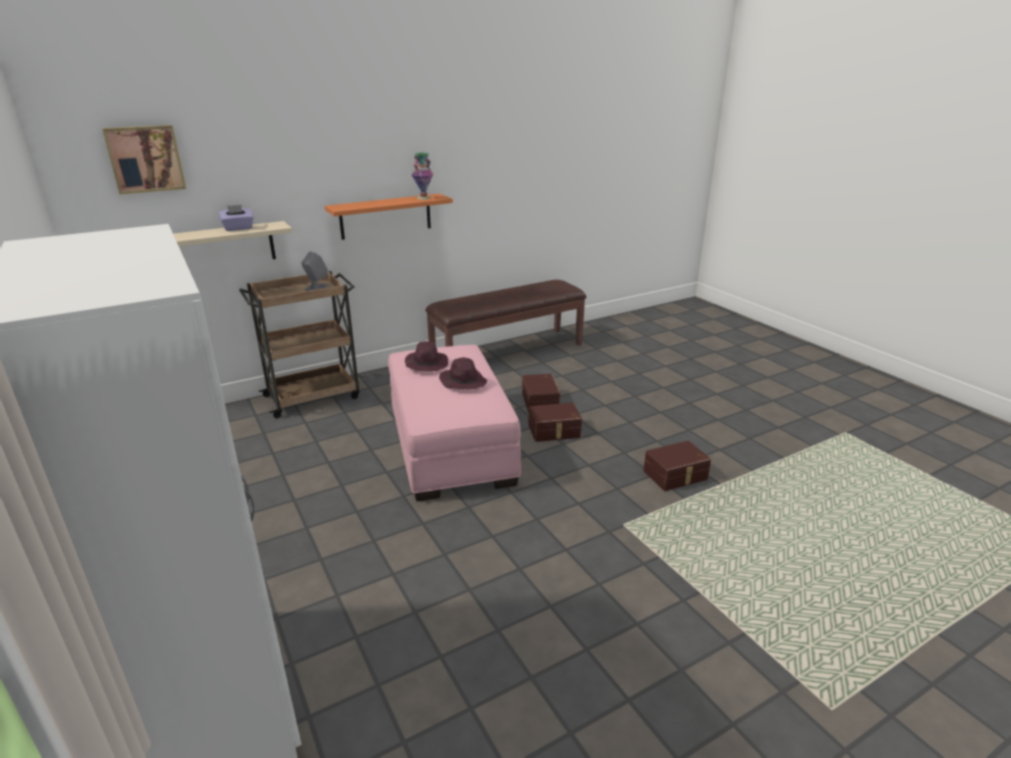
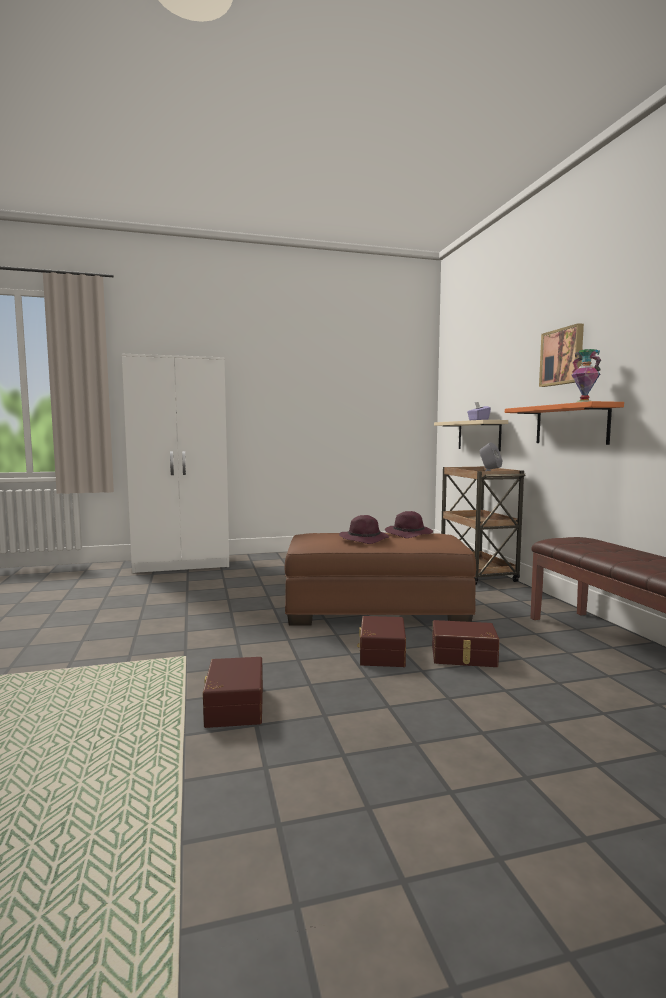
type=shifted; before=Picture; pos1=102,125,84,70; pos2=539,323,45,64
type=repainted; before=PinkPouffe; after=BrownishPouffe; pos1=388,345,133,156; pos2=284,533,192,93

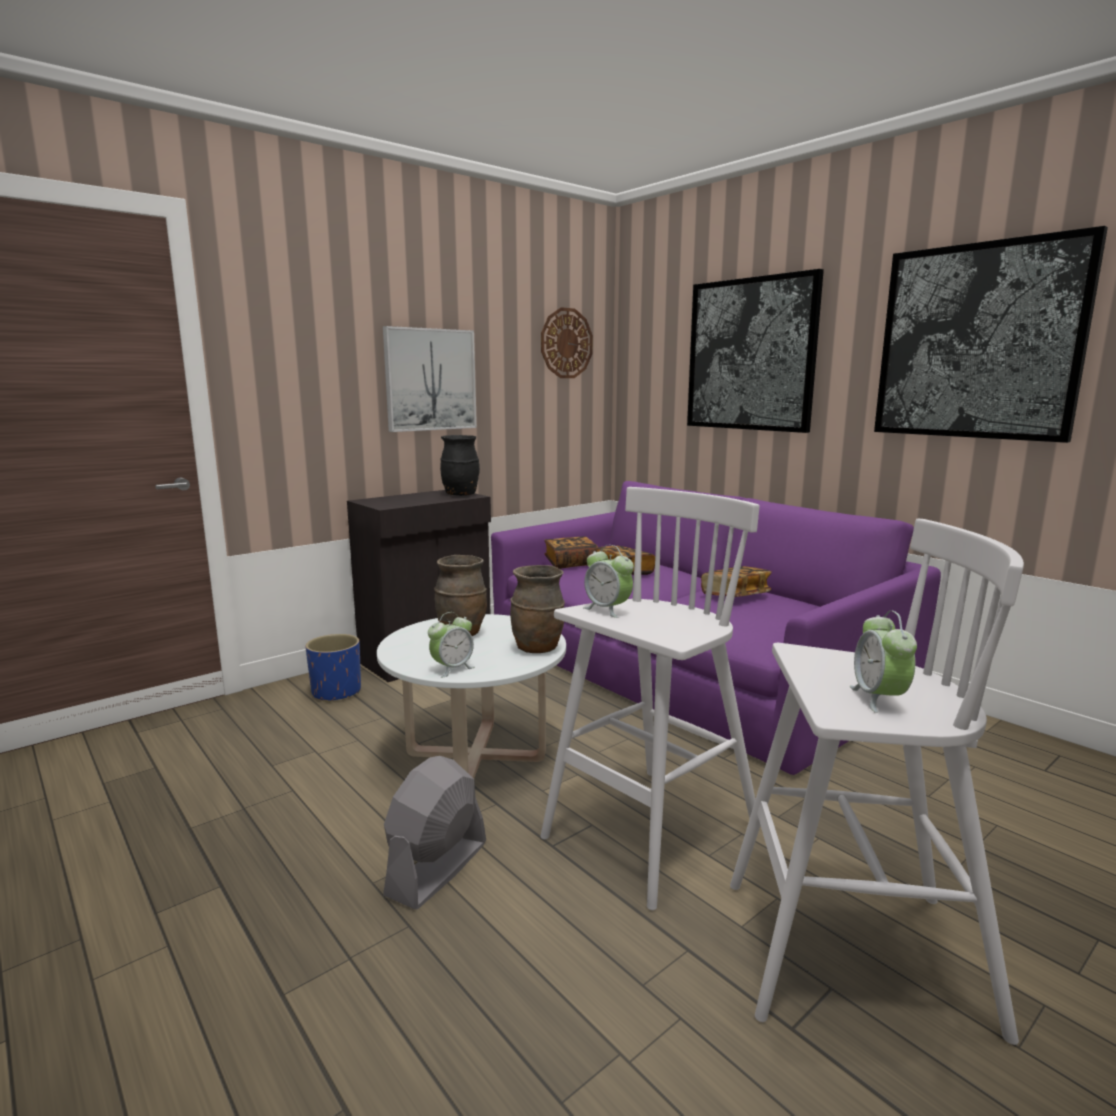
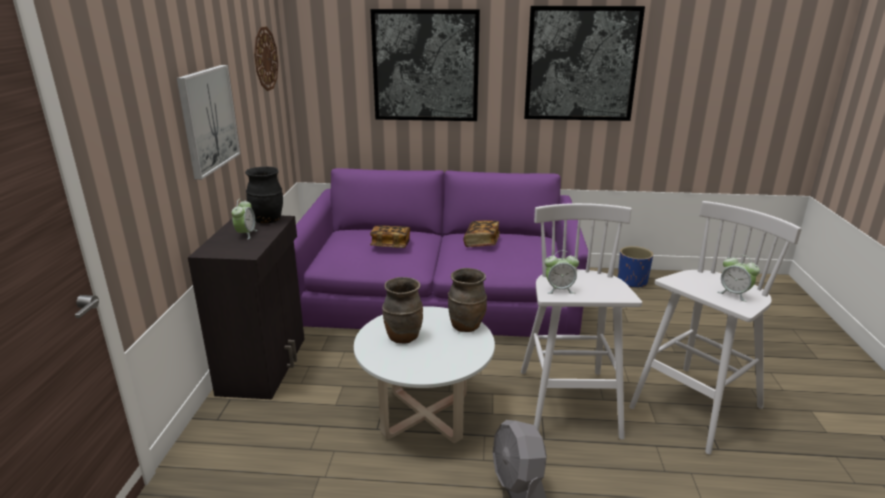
type=shifted; before=BlueColouredPlanter; pos1=305,634,56,69; pos2=618,246,35,41
type=shifted; before=BedsideClock; pos1=428,612,47,66; pos2=232,199,25,41
type=gone; before=Book; pos1=544,536,54,33

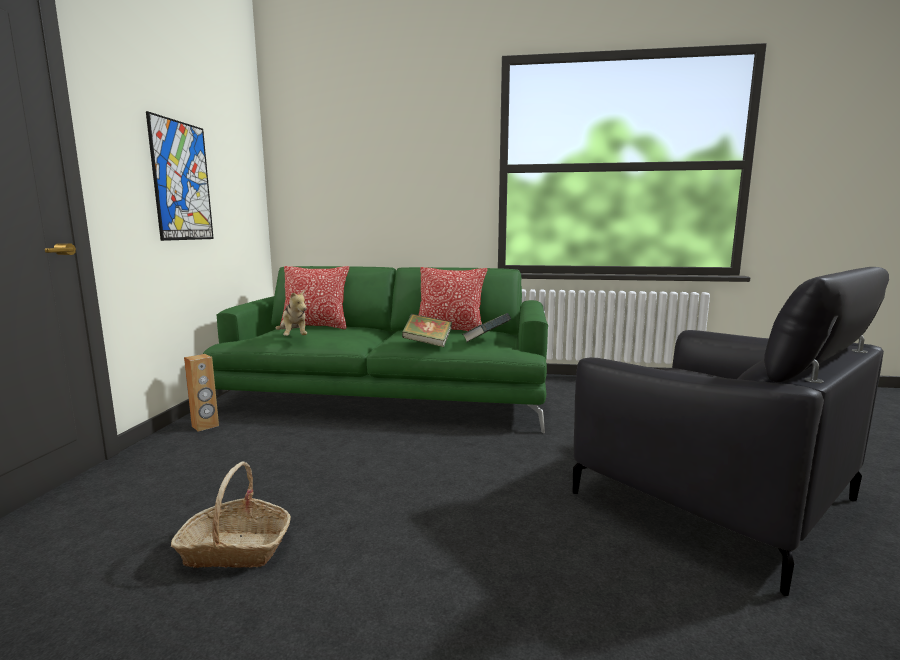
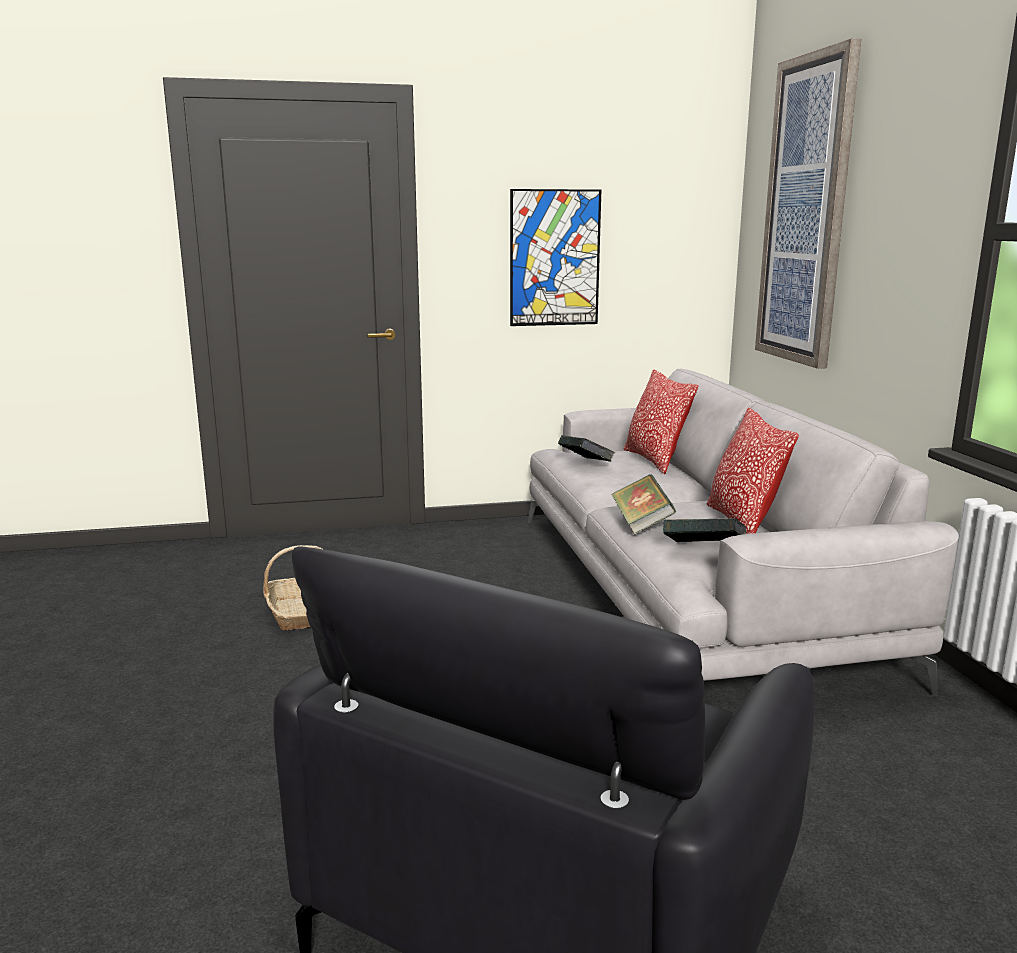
type=gone; before=BrownishLoudspeaker; pos1=184,354,35,78
type=repainted; before=GreenishSettee; after=GreyishSettee; pos1=203,266,345,167; pos2=528,369,431,328
type=swapped; before=PlushToy; after=Book; pos1=276,289,31,47; pos2=558,435,57,27
type=new; after=Picture; pos2=755,38,106,331

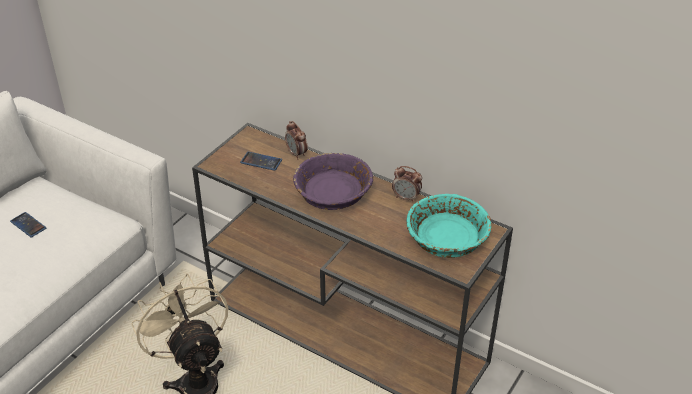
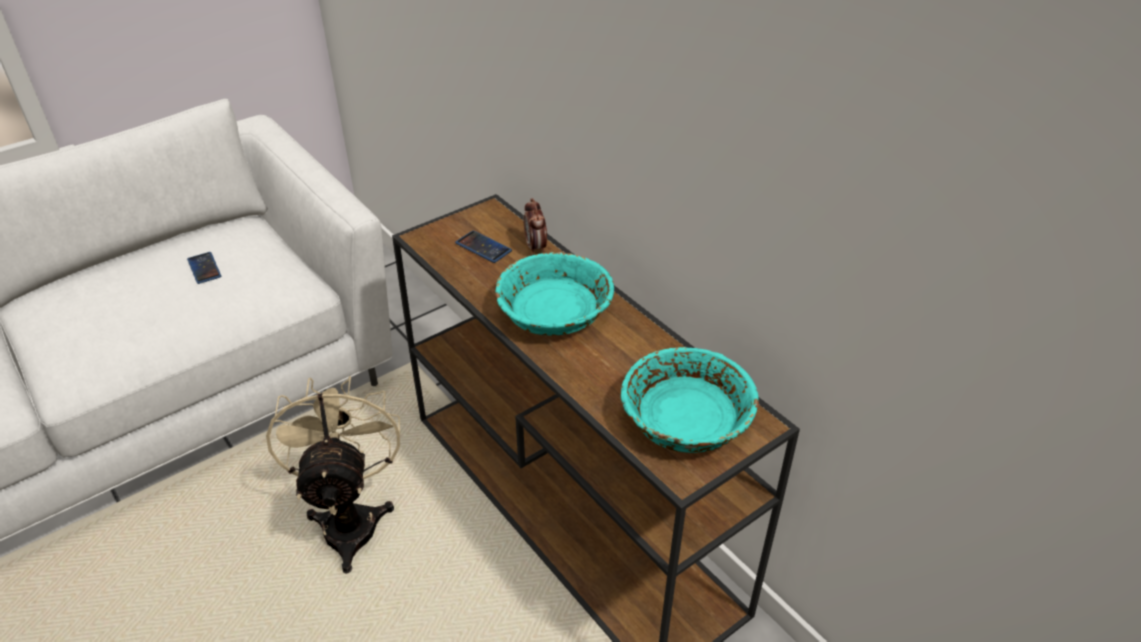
type=repainted; before=PurplishBowl; after=TurquoiseBowl; pos1=293,153,80,57; pos2=495,252,119,84
type=gone; before=BedsideClock; pos1=392,166,30,36

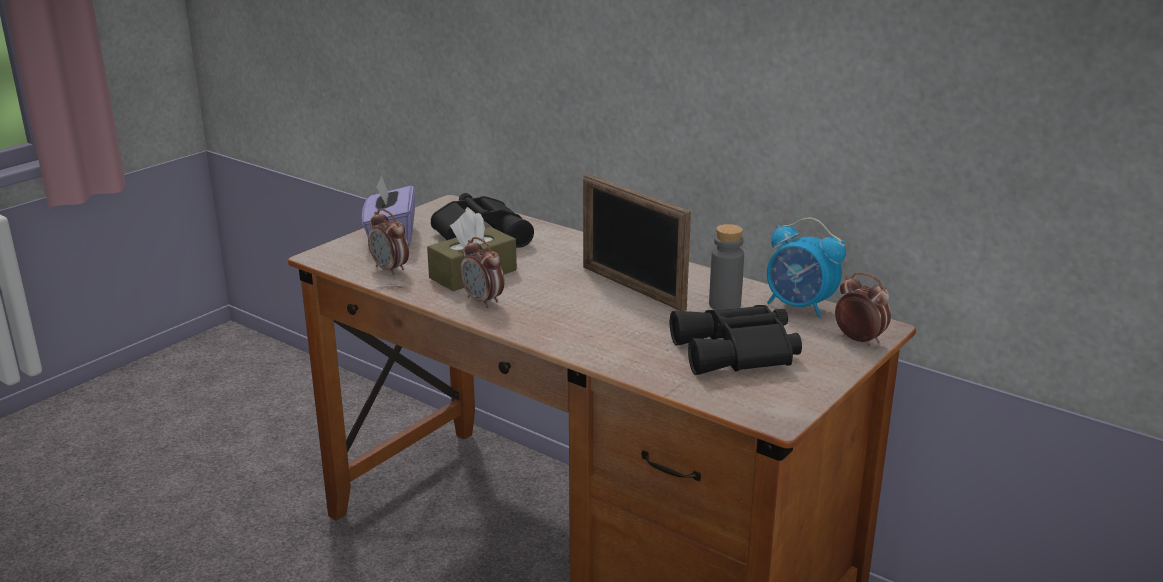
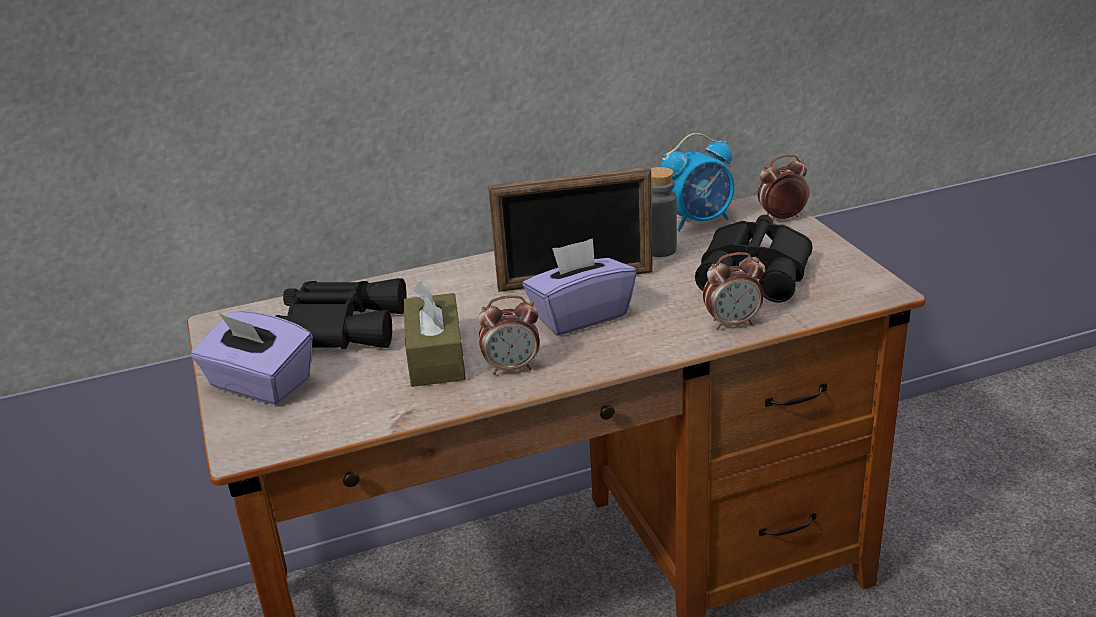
type=shifted; before=BedsideClock; pos1=368,209,41,66; pos2=703,252,61,78
type=new; after=PurplishBoxOfTissues; pos2=523,238,114,98

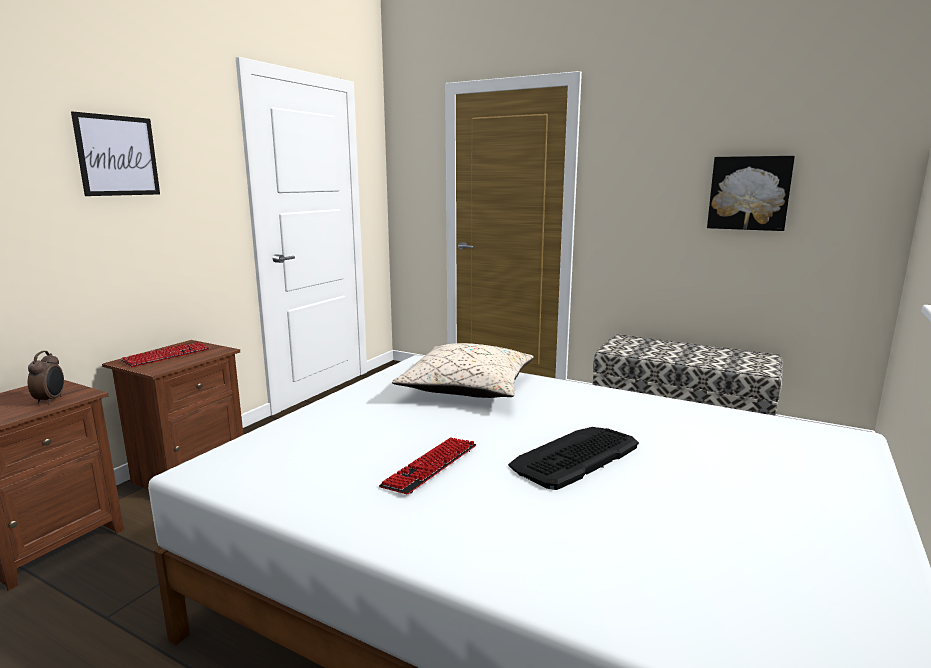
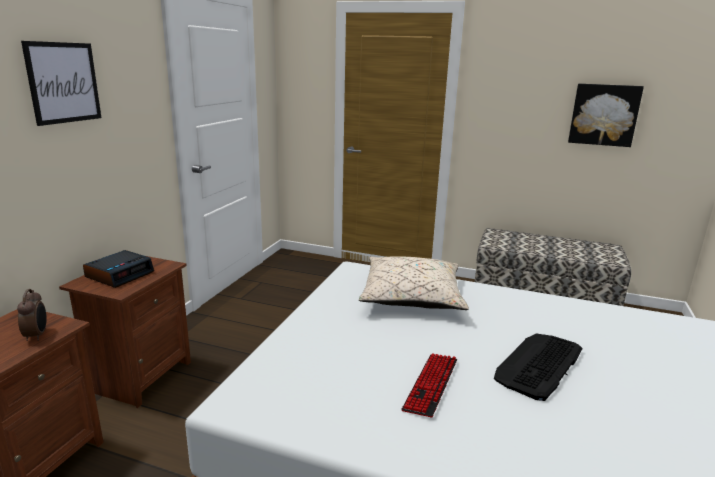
type=swapped; before=ComputerKeyboard; after=BedsideClock; pos1=121,342,88,25; pos2=83,250,71,38

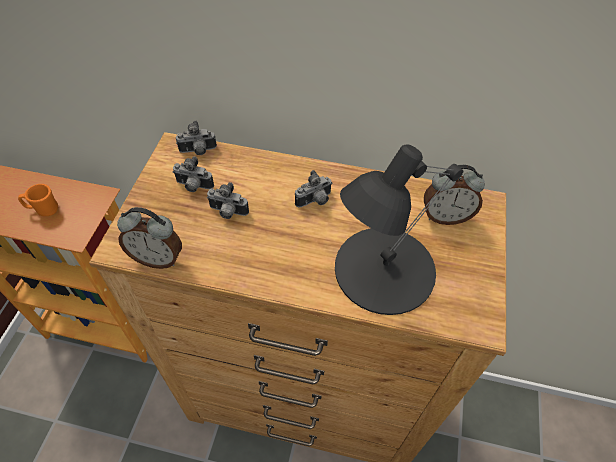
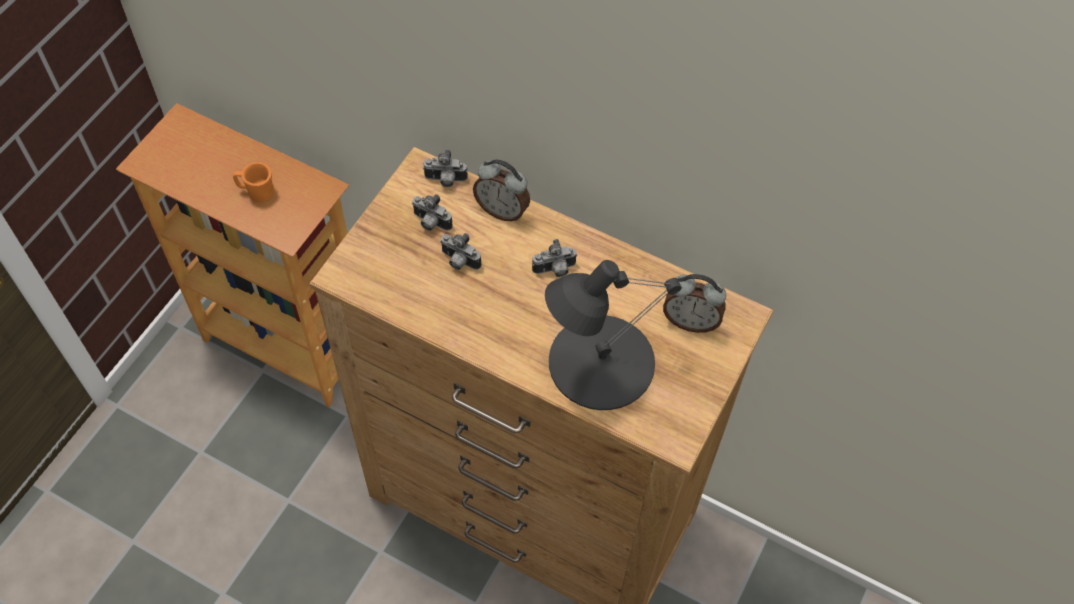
type=shifted; before=BedsideClock; pos1=117,207,65,62; pos2=473,159,57,62

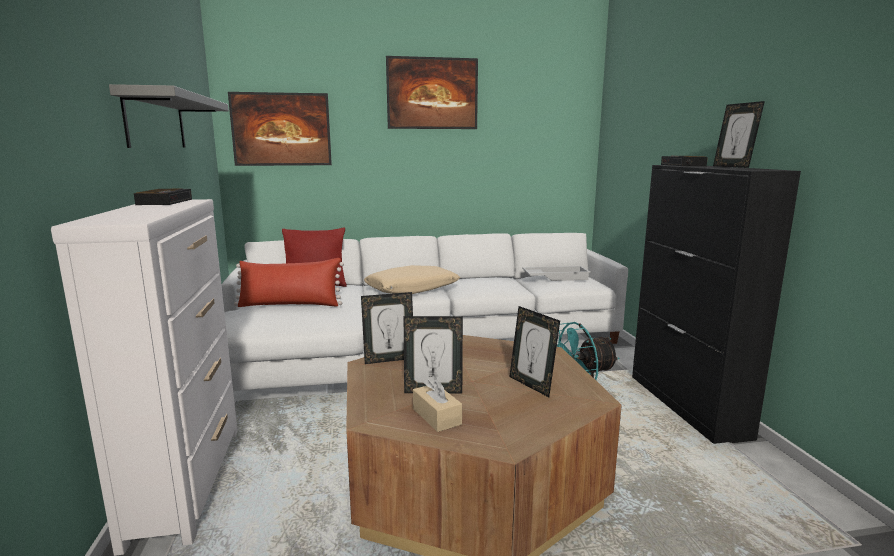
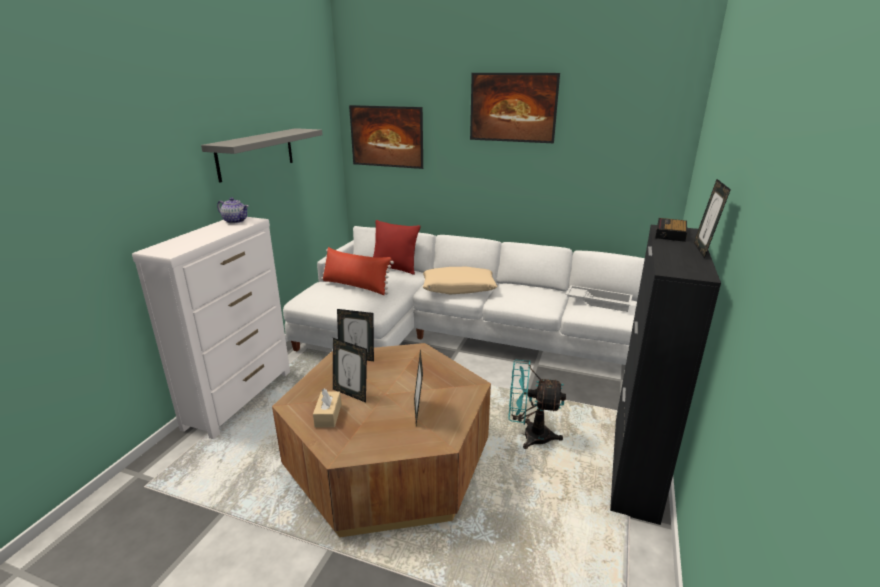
type=swapped; before=BedsideClock; after=Teapot; pos1=134,189,58,16; pos2=217,198,32,26

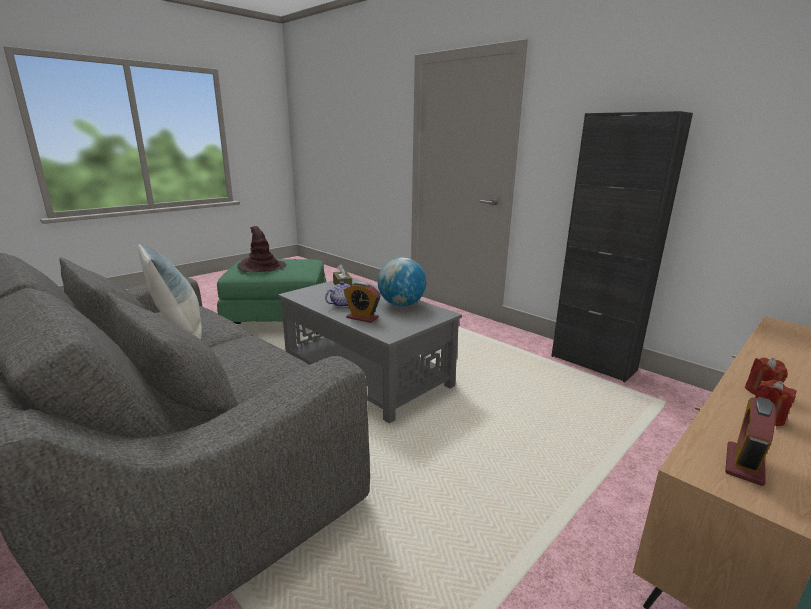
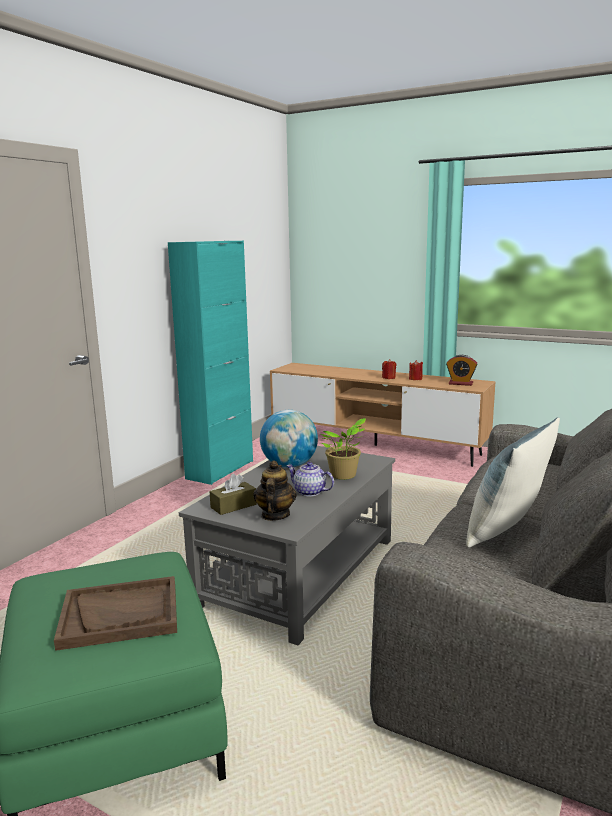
type=swapped; before=BrownishWearableHat; after=BrownishTray; pos1=237,226,49,46; pos2=54,576,123,75
type=swapped; before=BedsideClock; after=PottedPlant; pos1=344,282,37,41; pos2=321,418,45,62
type=repainted; before=BlackColouredStorageCabinet; after=TurquoiseStorageCabinet; pos1=551,111,142,271; pos2=168,241,85,244
type=new; after=Teapot; pos2=253,460,44,61

